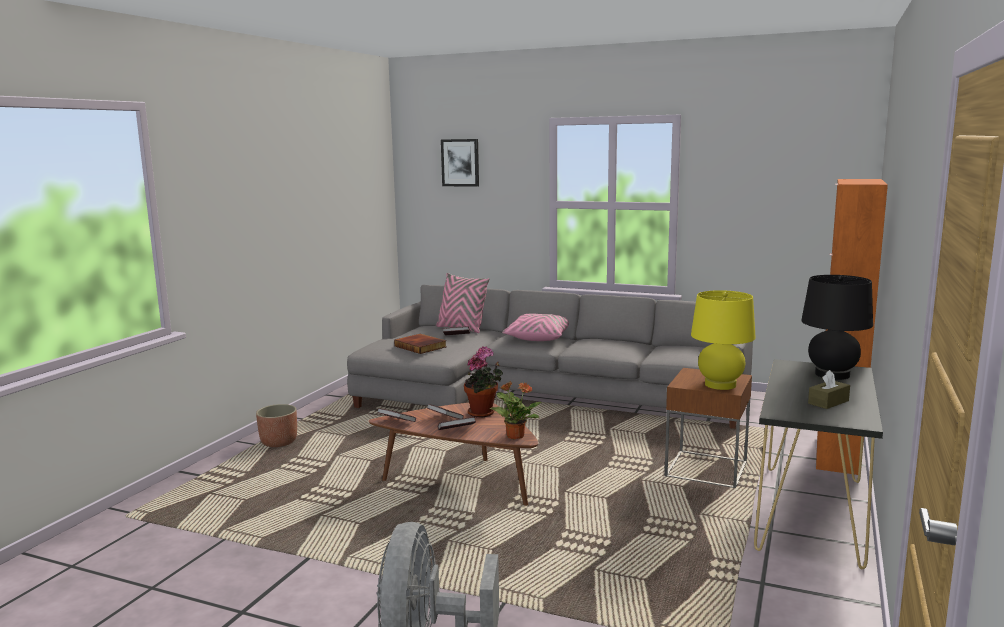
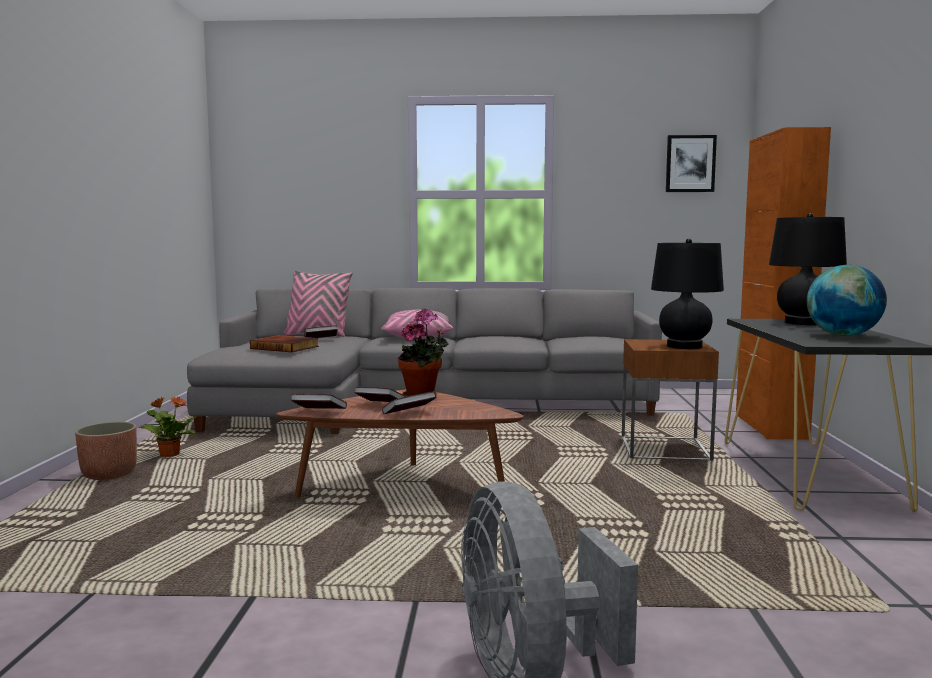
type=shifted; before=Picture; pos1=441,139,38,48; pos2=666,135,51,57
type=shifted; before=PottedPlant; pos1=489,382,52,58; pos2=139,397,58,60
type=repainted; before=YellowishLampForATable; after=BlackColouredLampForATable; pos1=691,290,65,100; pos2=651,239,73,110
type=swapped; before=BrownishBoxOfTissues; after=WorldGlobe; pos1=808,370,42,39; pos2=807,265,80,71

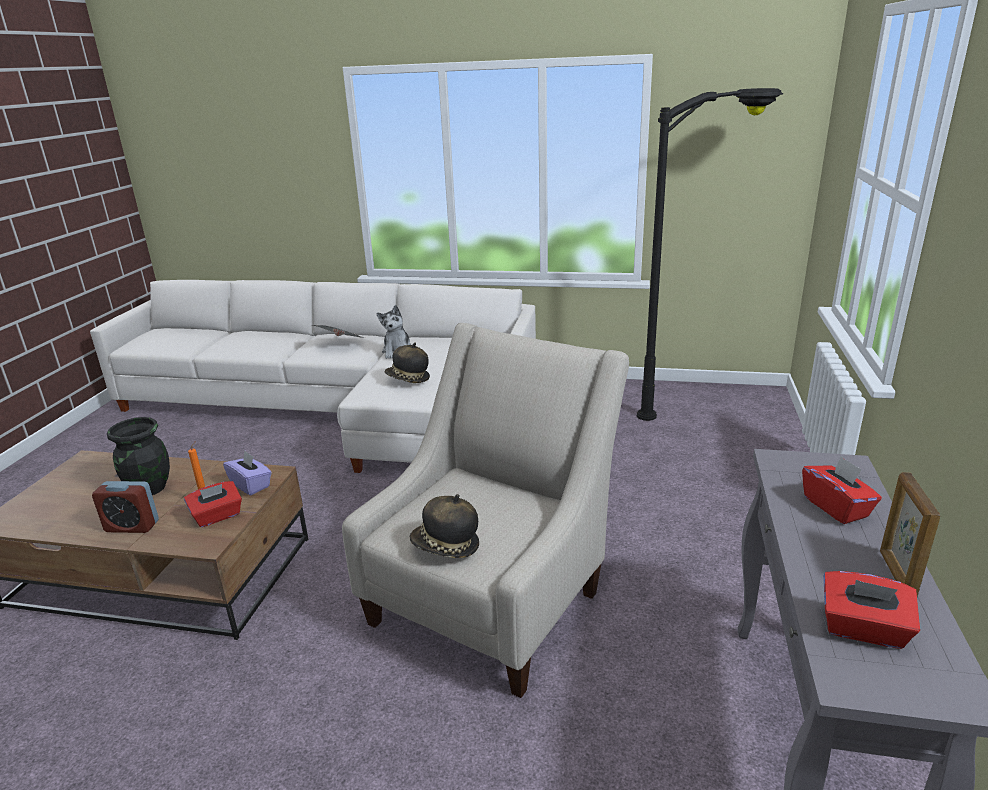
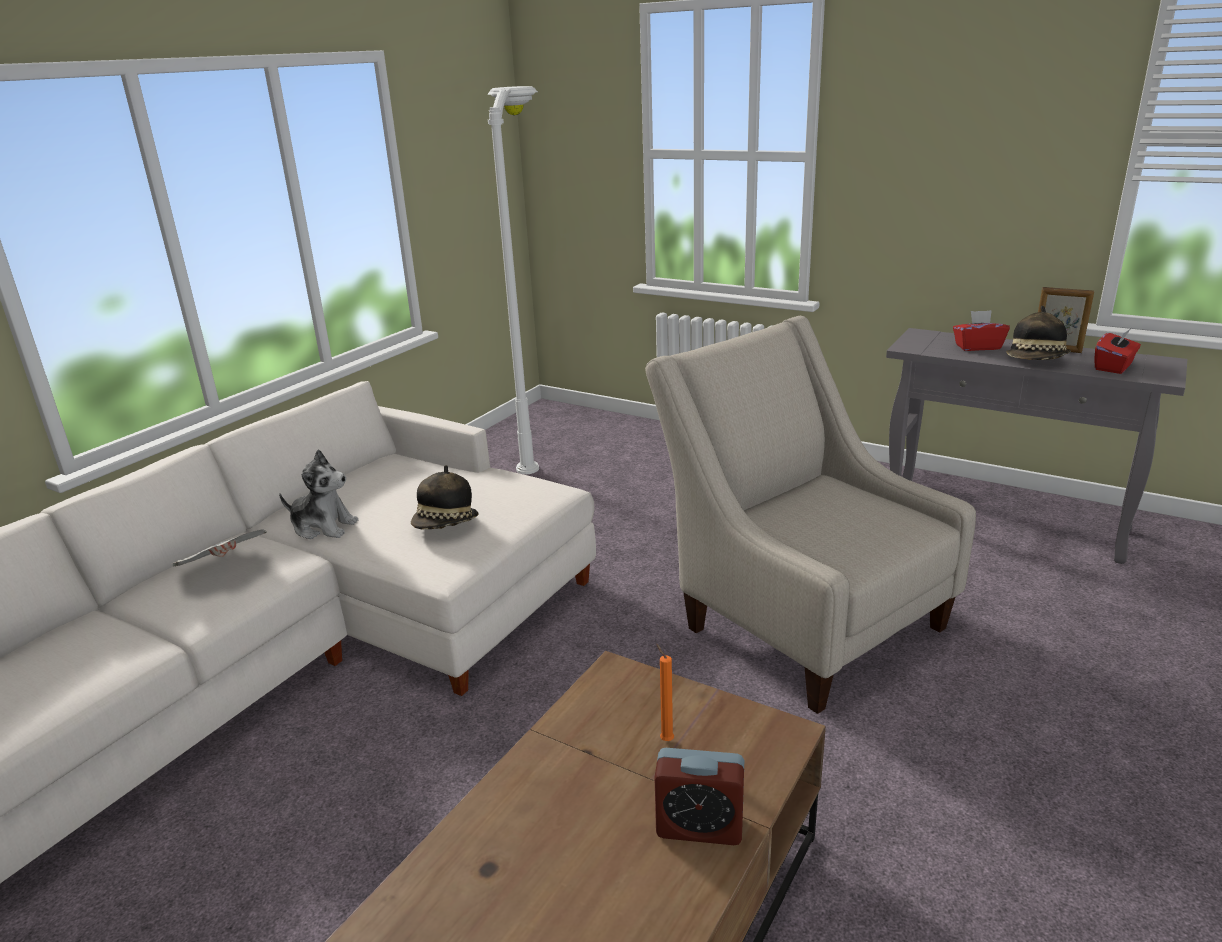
type=rotated; before=BedsideClock; pos1=92,481,67,52; pos2=654,748,90,97; turn=75
type=gone; before=BlackColouredFlowerVase; pos1=107,417,63,78
type=gone; before=RedBoxOfTissues; pos1=184,481,58,46
type=gone; before=PurplishBoxOfTissues; pos1=223,450,49,45
type=shifted; before=WearableHat; pos1=410,494,69,64; pos2=1006,306,65,54
type=repainted; before=BlackColouredStandingLamp; after=WhitishStandingLamp; pos1=637,88,146,333; pos2=488,86,51,388

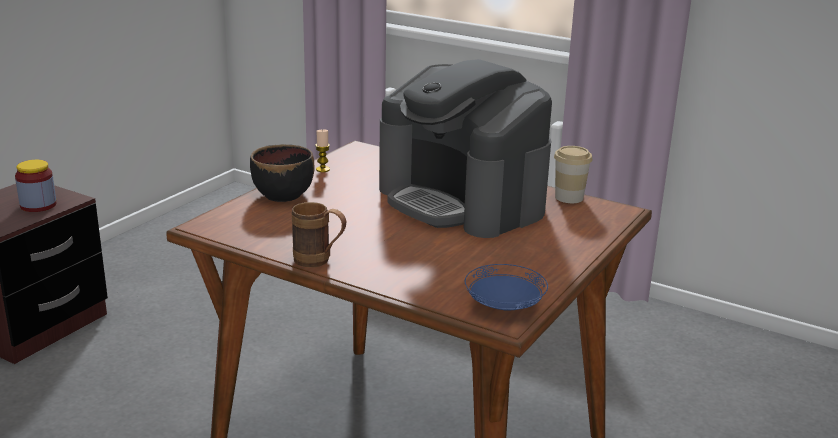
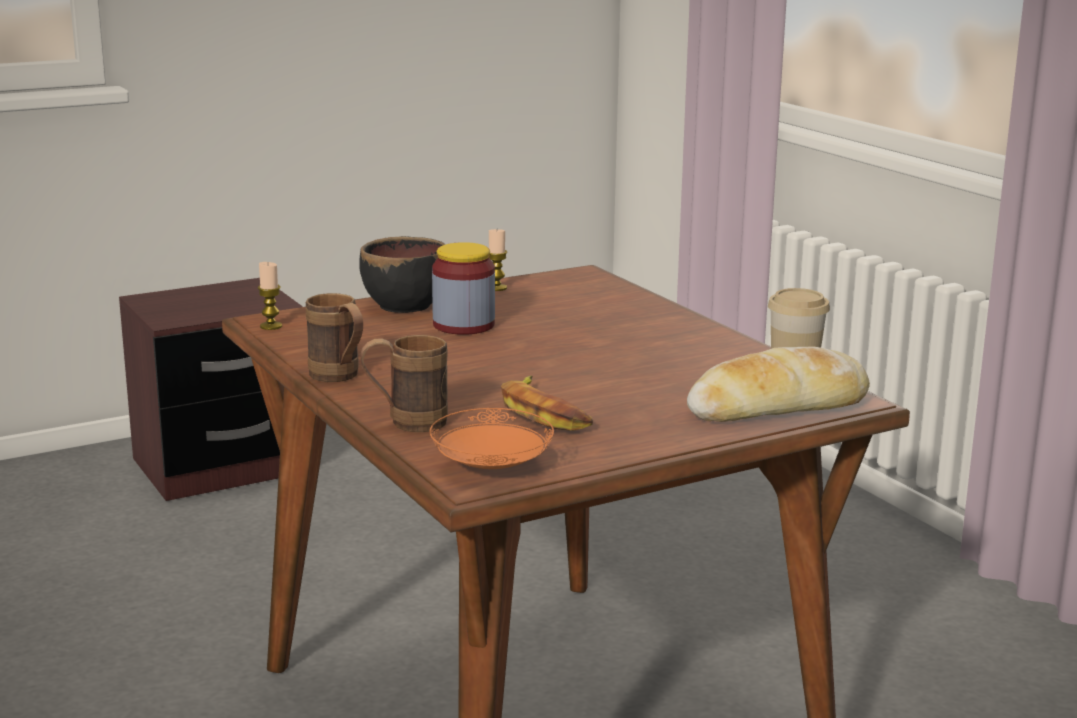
type=shifted; before=StorageJar; pos1=15,160,42,52; pos2=432,242,63,93
type=gone; before=CoffeeBrewer; pos1=379,59,173,179
type=repainted; before=BlueColouredFlatDish; after=OrangeyFlatDish; pos1=465,264,83,46; pos2=430,408,124,61
type=new; after=Candle; pos2=258,262,24,68
type=new; after=BrownishTeaMug; pos2=360,335,88,97
type=new; after=WholeBanana; pos2=501,376,92,55
type=new; after=Bread; pos2=687,347,183,75

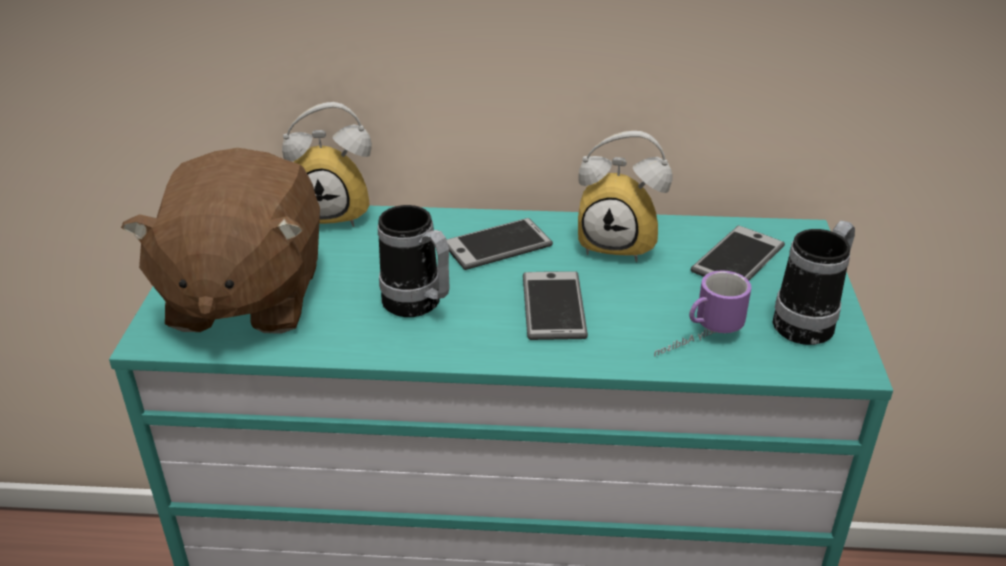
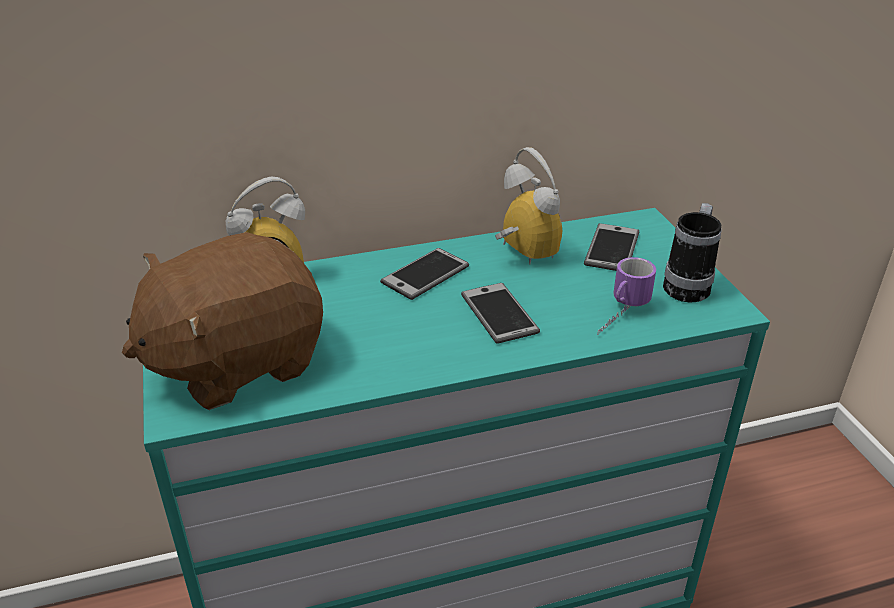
type=rotated; before=BrownishPlushToy; pos1=121,148,199,186; pos2=122,232,201,178; turn=75
type=gone; before=TeaMug; pos1=378,205,71,112
type=rotated; before=BedsideClock; pos1=578,131,94,131; pos2=495,147,67,117; turn=-120

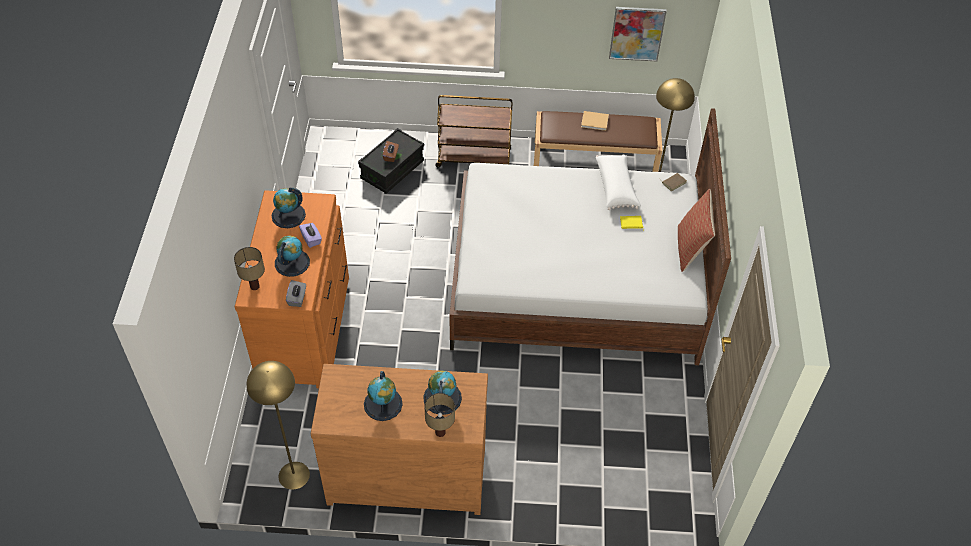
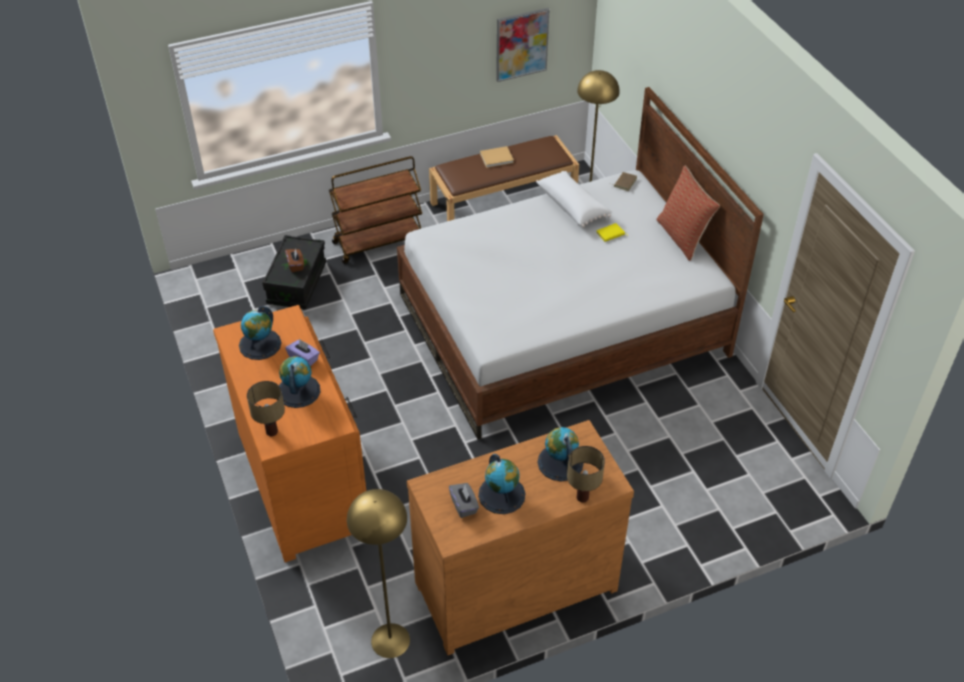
type=shifted; before=GreyishBoxOfTissues; pos1=286,280,20,27; pos2=449,483,30,35

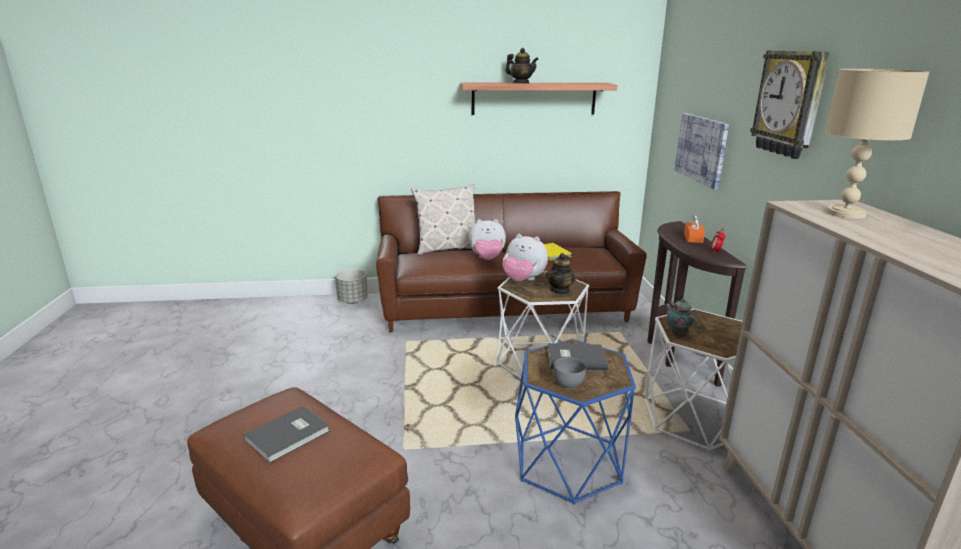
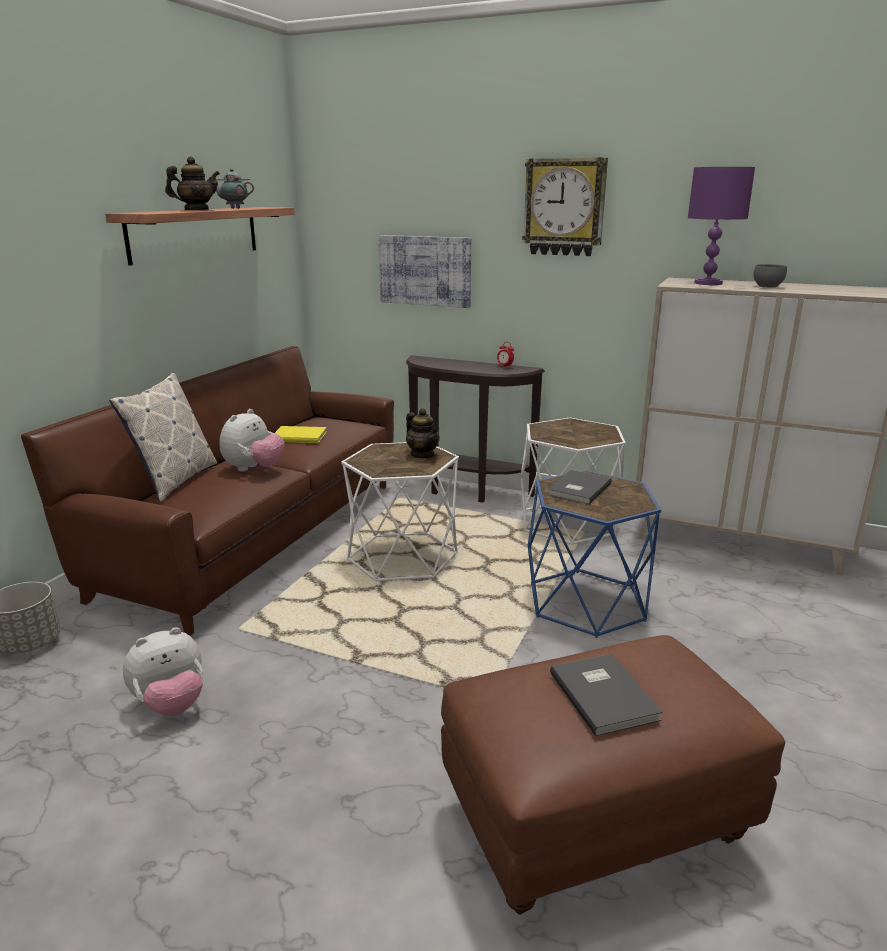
type=shifted; before=PlushToy; pos1=502,234,46,48; pos2=123,627,80,89
type=shifted; before=GreyishBowl; pos1=553,357,33,32; pos2=753,264,34,24
type=shifted; before=Teapot; pos1=665,299,32,35; pos2=216,169,38,40
type=gone; before=OrangeyBoxOfTissues; pos1=684,215,21,28
type=repainted; before=BeigeLampForATable; after=PurplishLampForATable; pos1=825,69,105,150; pos2=688,167,67,118

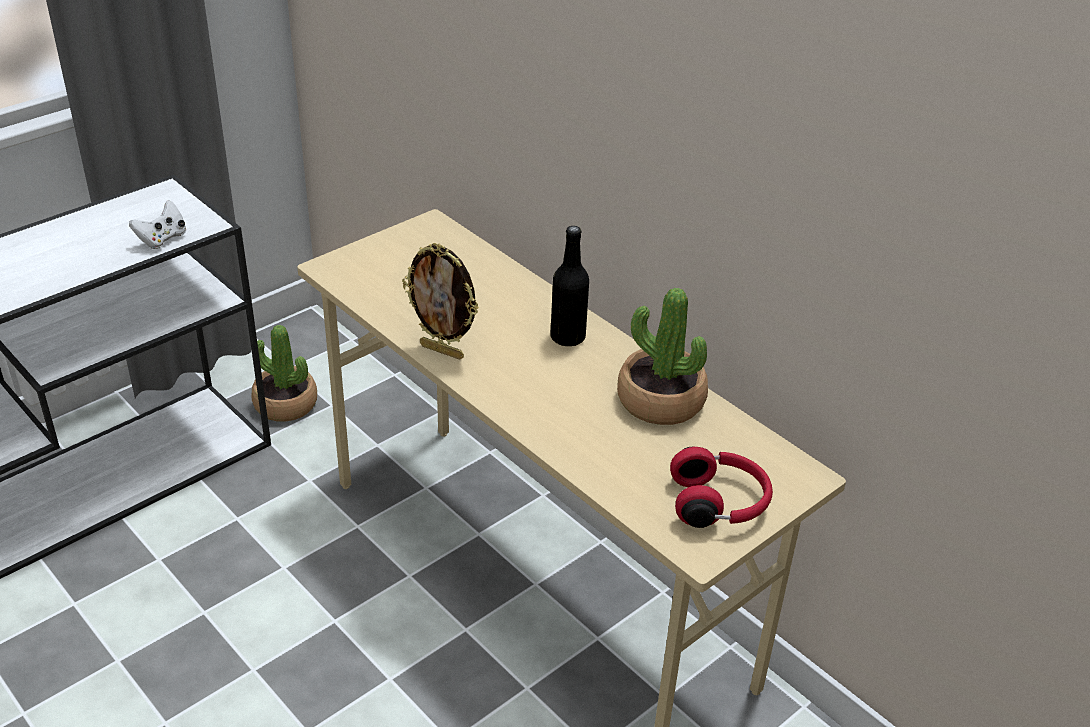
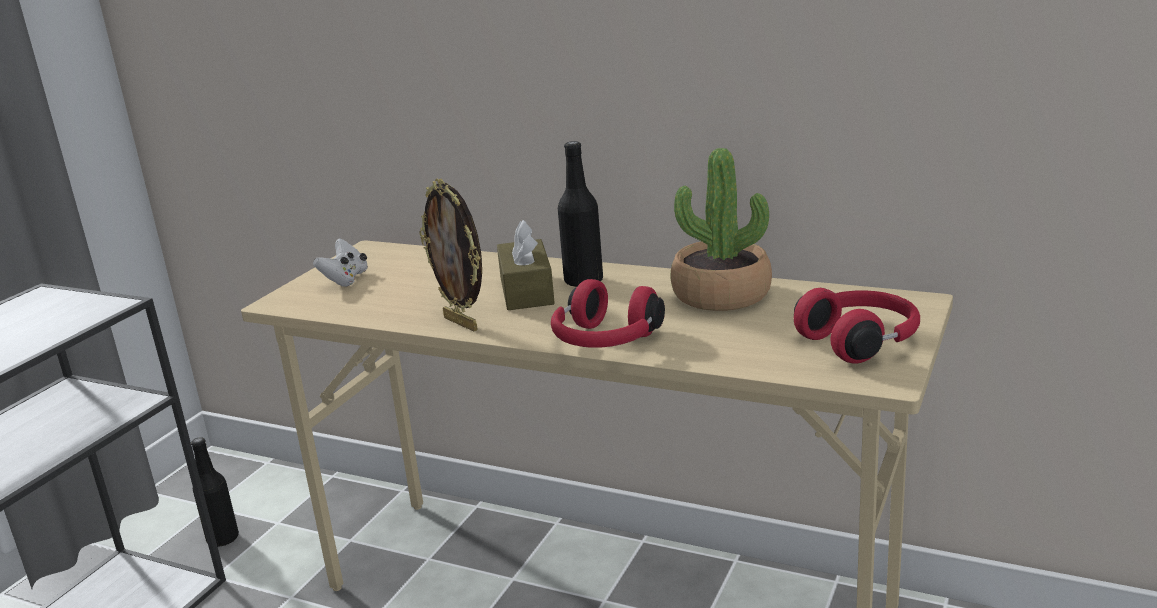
type=shifted; before=WhitishJoypad; pos1=129,200,57,49; pos2=313,238,55,49
type=swapped; before=PottedPlant; after=BlackColouredBeverageBottle; pos1=252,325,65,97; pos2=191,437,48,110
type=rotated; before=PictureFrame; pos1=402,243,77,117; pos2=419,179,63,152; turn=45
type=new; after=BrownishBoxOfTissues; pos2=497,220,58,90
type=new; after=RedHeadset; pos2=551,279,114,69

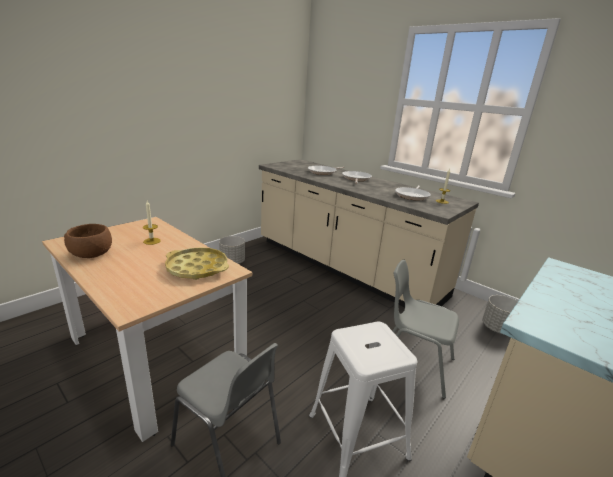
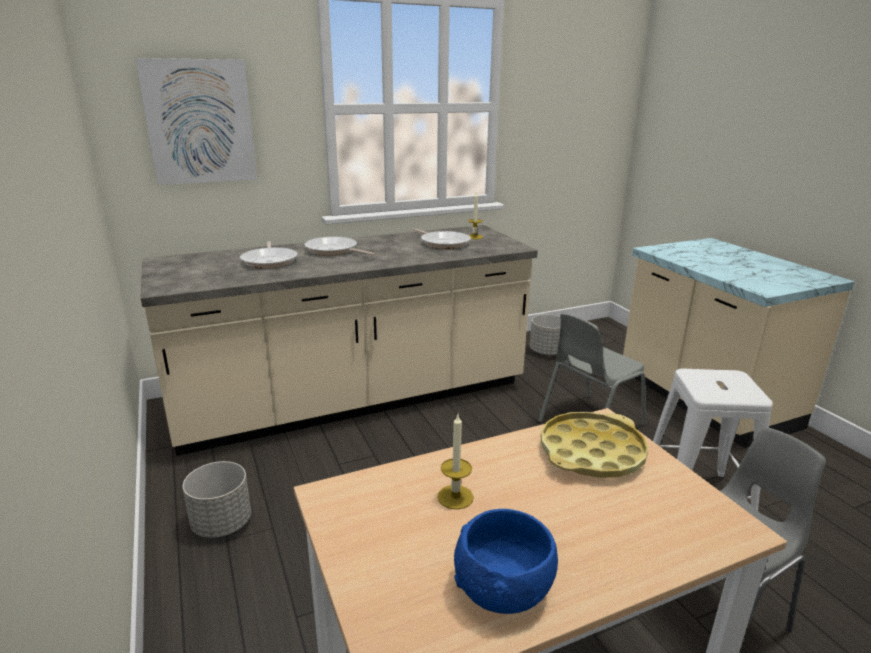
type=repainted; before=BrownishBowl; after=BlueColouredBowl; pos1=64,224,48,34; pos2=454,509,104,105
type=new; after=Picture; pos2=135,58,122,127

